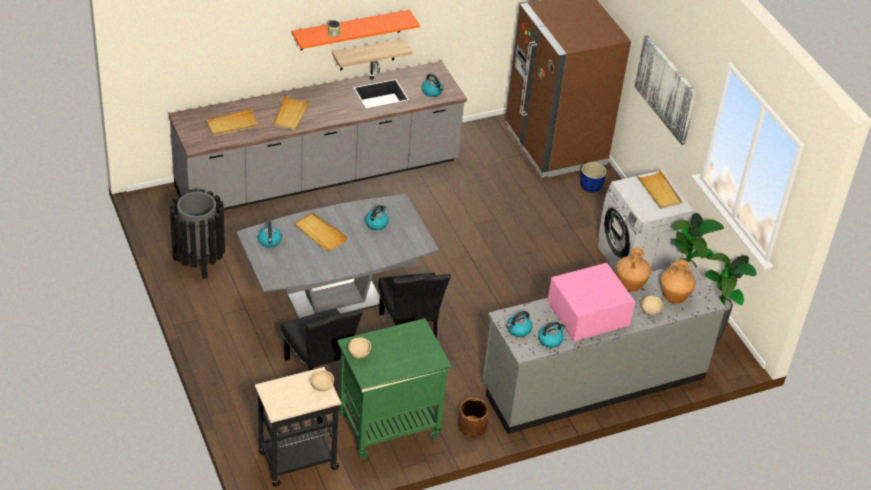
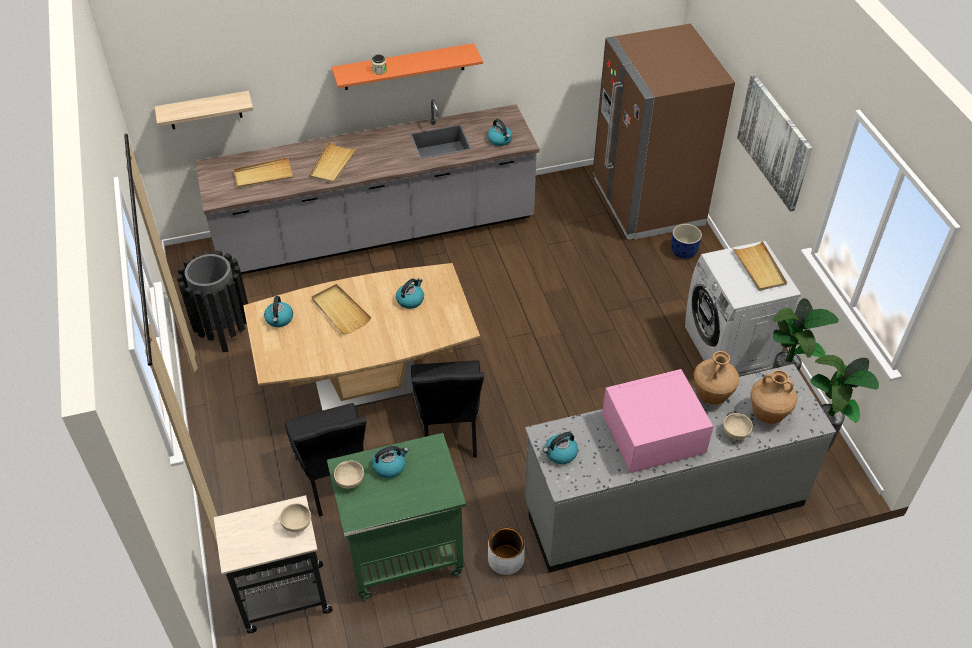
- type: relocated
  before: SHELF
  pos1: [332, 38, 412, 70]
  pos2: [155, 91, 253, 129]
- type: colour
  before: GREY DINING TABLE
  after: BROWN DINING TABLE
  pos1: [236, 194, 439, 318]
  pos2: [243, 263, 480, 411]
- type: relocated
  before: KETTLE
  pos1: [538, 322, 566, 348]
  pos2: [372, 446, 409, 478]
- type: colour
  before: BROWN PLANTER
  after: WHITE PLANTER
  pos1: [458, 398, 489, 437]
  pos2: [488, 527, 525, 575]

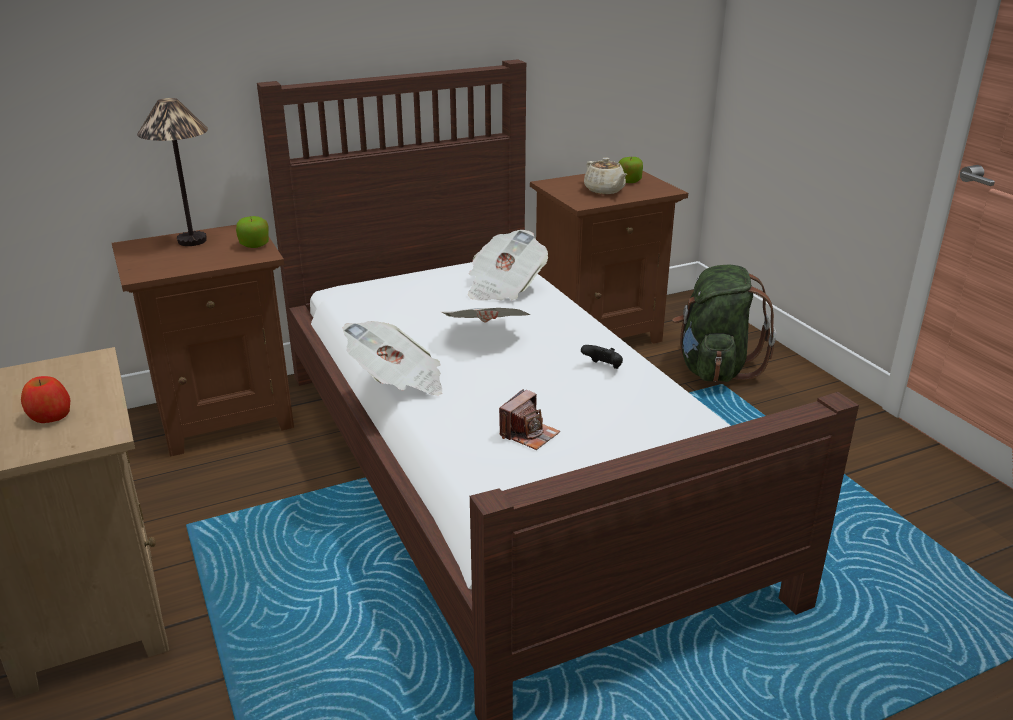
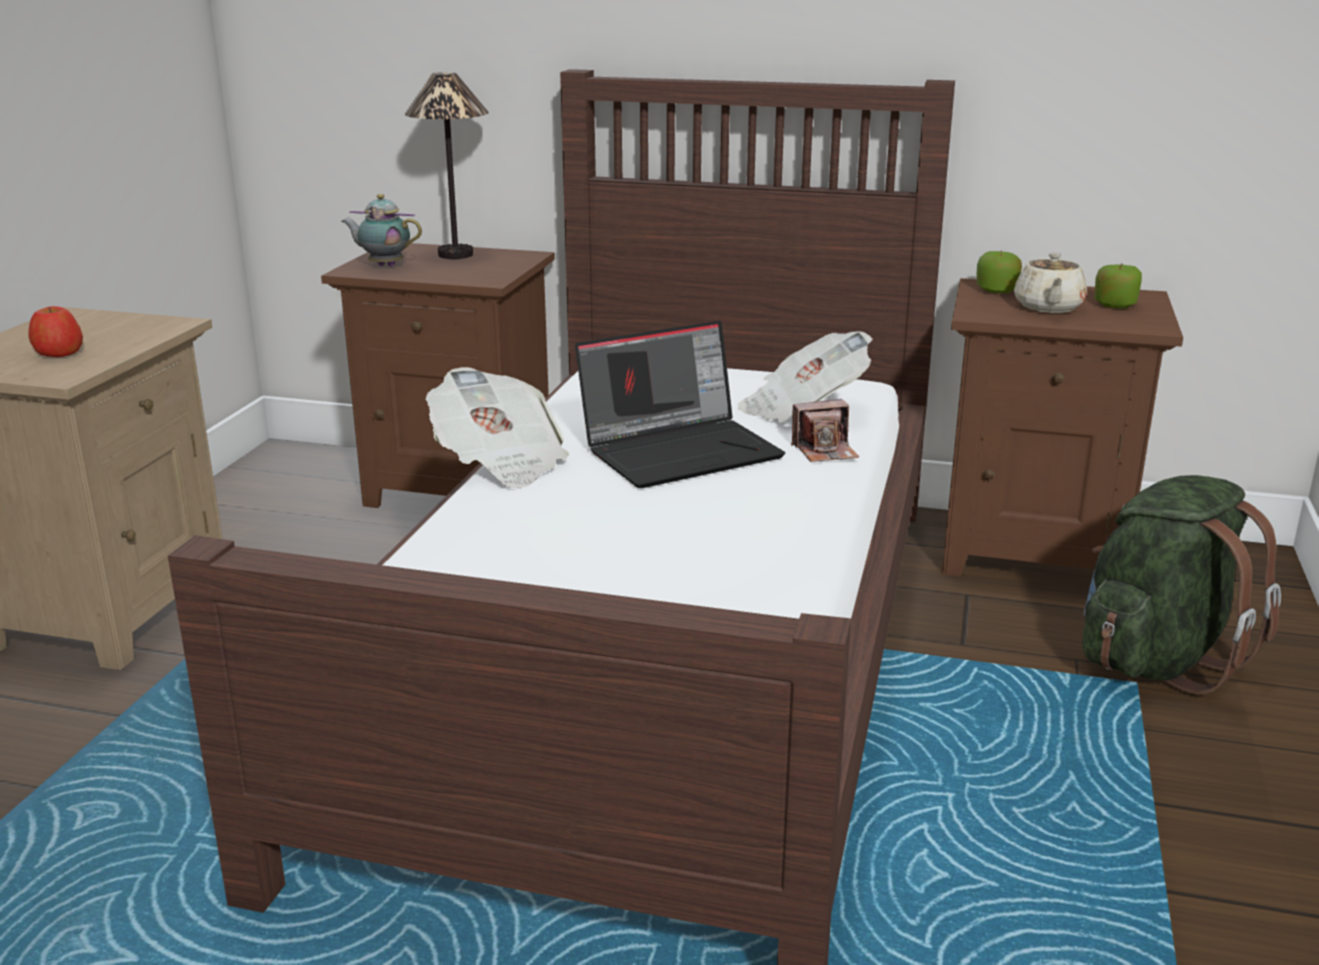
- type: relocated
  before: APPLE
  pos1: [236, 216, 269, 248]
  pos2: [977, 250, 1022, 293]
- type: exchanged
  before: NEWSPAPER
  after: LAPTOP
  pos1: [443, 308, 530, 323]
  pos2: [575, 321, 785, 488]
- type: missing
  before: BLACK GAME CONTROLLER
  pos1: [581, 345, 623, 369]
- type: relocated
  before: PHOTO CAMERA
  pos1: [499, 389, 560, 450]
  pos2: [791, 399, 859, 462]
- type: appeared
  after: TEAPOT
  pos2: [342, 194, 422, 267]

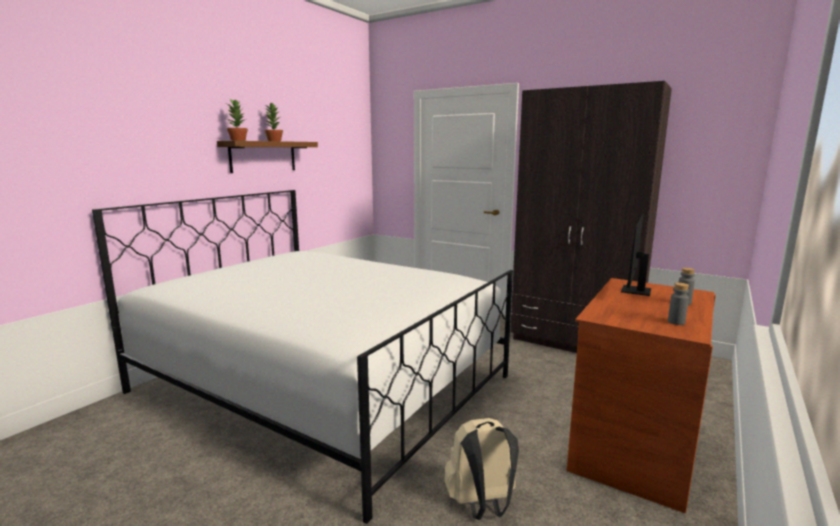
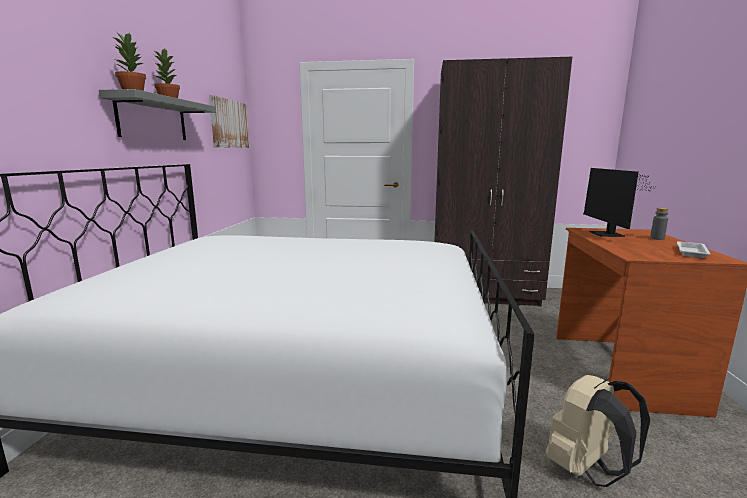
- type: colour
  before: BROWN SHELF
  after: GREY SHELF
  pos1: [217, 141, 318, 173]
  pos2: [99, 89, 216, 140]
- type: exchanged
  before: GREY BOTTLE
  after: WHITE TRAY
  pos1: [668, 283, 689, 325]
  pos2: [677, 241, 711, 258]
- type: appeared
  after: PICTURE
  pos2: [209, 95, 250, 148]

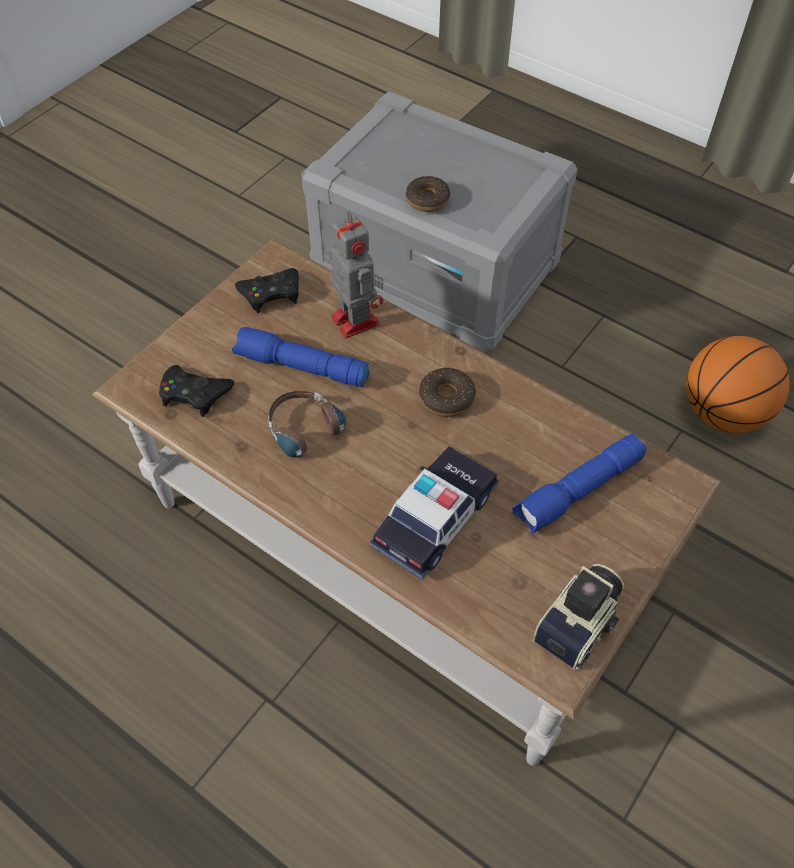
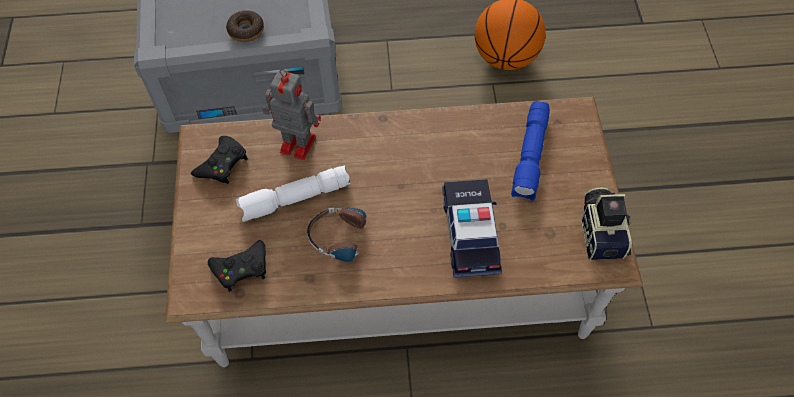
- type: colour
  before: BLUE FLASHLIGHT
  after: WHITE FLASHLIGHT
  pos1: [232, 327, 370, 387]
  pos2: [236, 165, 350, 222]
- type: missing
  before: DONUT
  pos1: [419, 368, 476, 417]

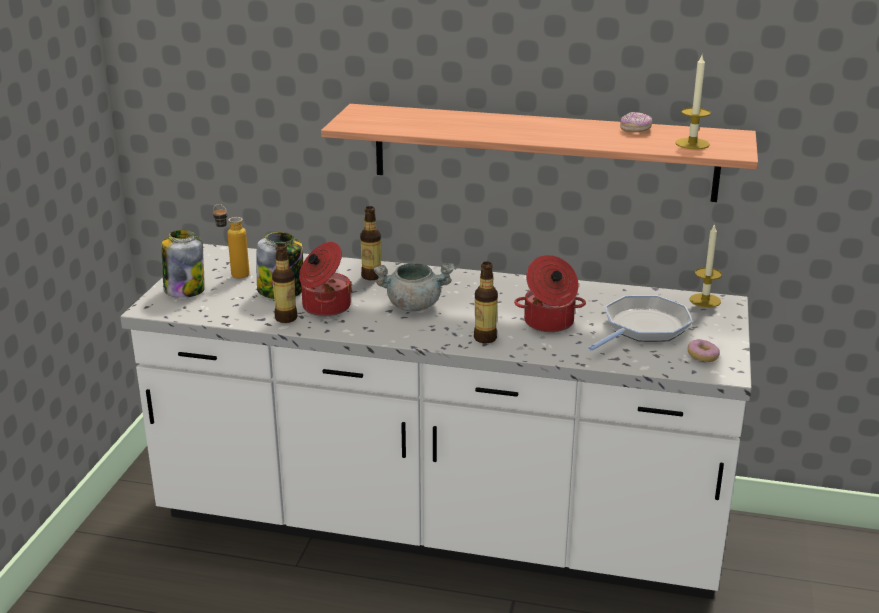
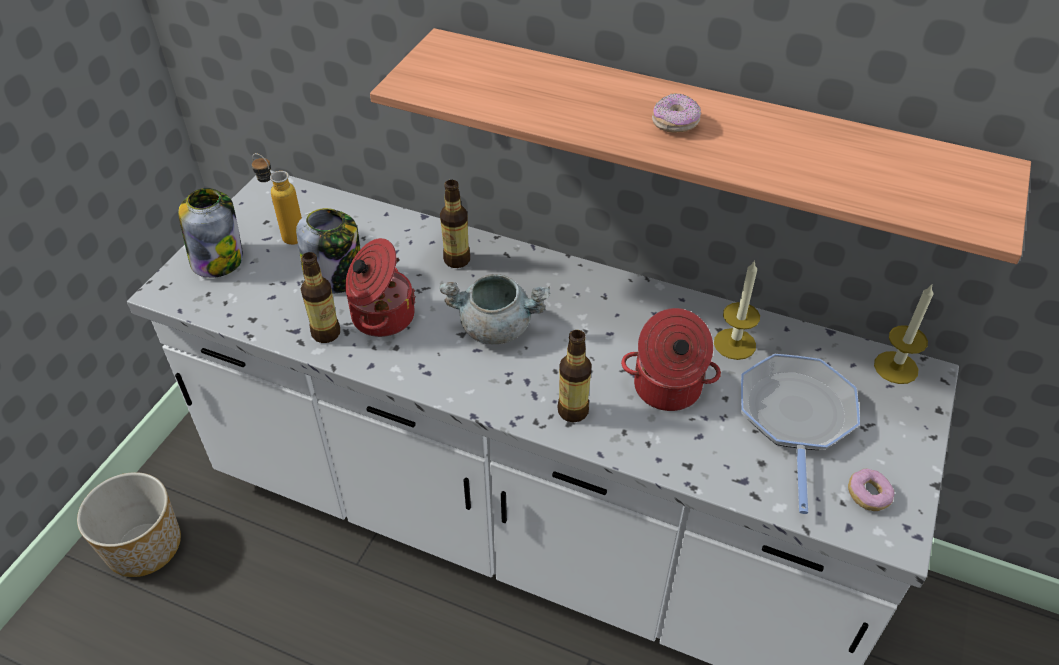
- type: relocated
  before: CANDLE
  pos1: [675, 55, 711, 149]
  pos2: [714, 260, 760, 360]
- type: relocated
  before: DONUT
  pos1: [620, 112, 652, 132]
  pos2: [652, 93, 701, 133]
- type: spun
  before: FRYING PAN
  pos1: [588, 295, 693, 351]
  pos2: [741, 354, 860, 514]
  turn: -45
- type: appeared
  after: PLANTER
  pos2: [77, 472, 181, 577]

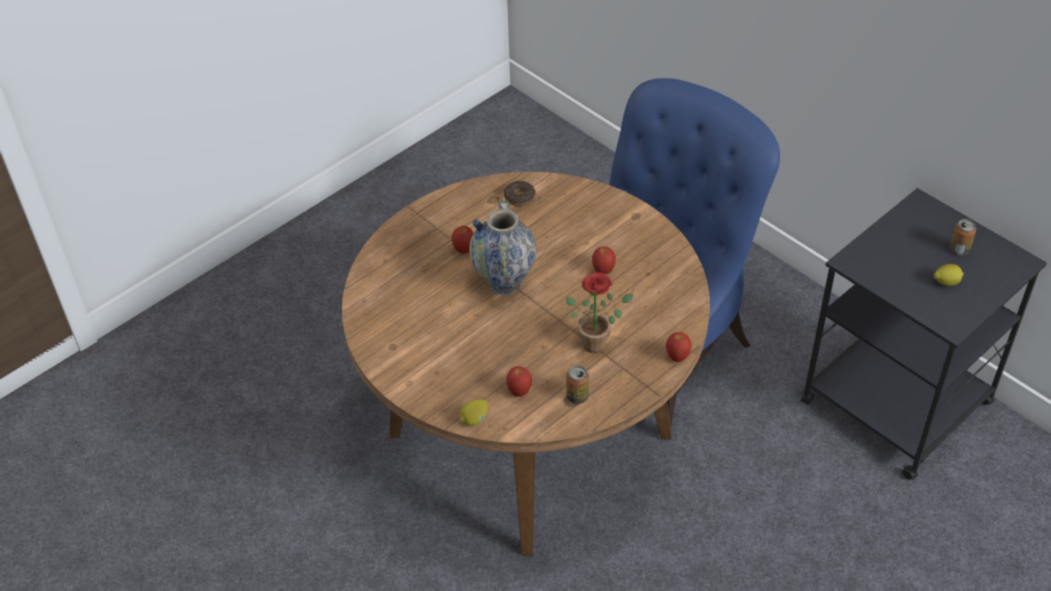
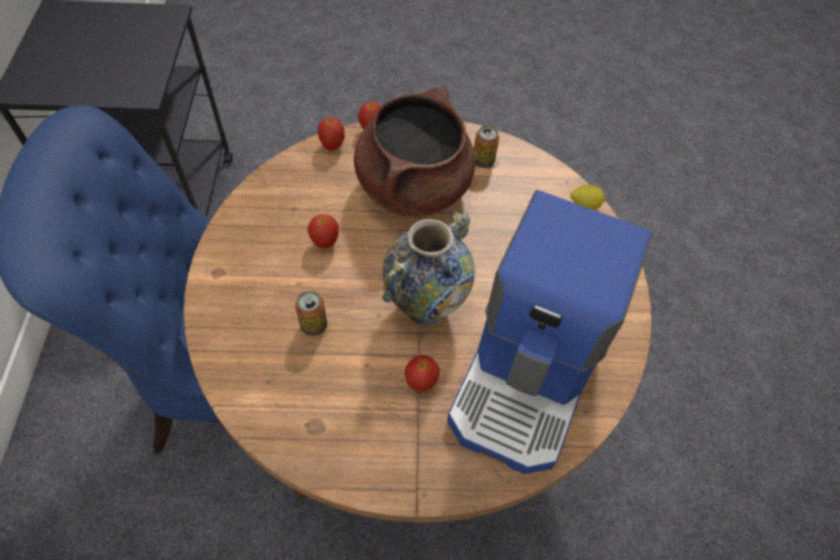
- type: missing
  before: DONUT
  pos1: [504, 181, 536, 206]
- type: relocated
  before: CAN
  pos1: [949, 219, 976, 255]
  pos2: [295, 291, 327, 336]
- type: missing
  before: LEMON
  pos1: [934, 264, 964, 286]
- type: exchanged
  before: POTTED PLANT
  after: BROWN COOKING POT
  pos1: [566, 272, 634, 353]
  pos2: [354, 86, 475, 217]
- type: relocated
  before: APPLE
  pos1: [506, 366, 532, 397]
  pos2: [317, 117, 345, 150]
- type: appeared
  after: COFFEE MACHINE
  pos2: [447, 190, 653, 474]

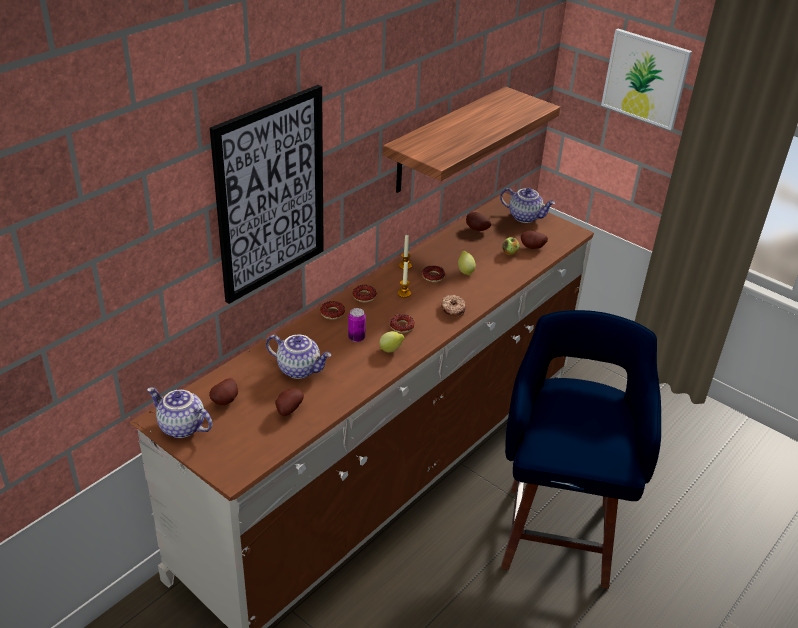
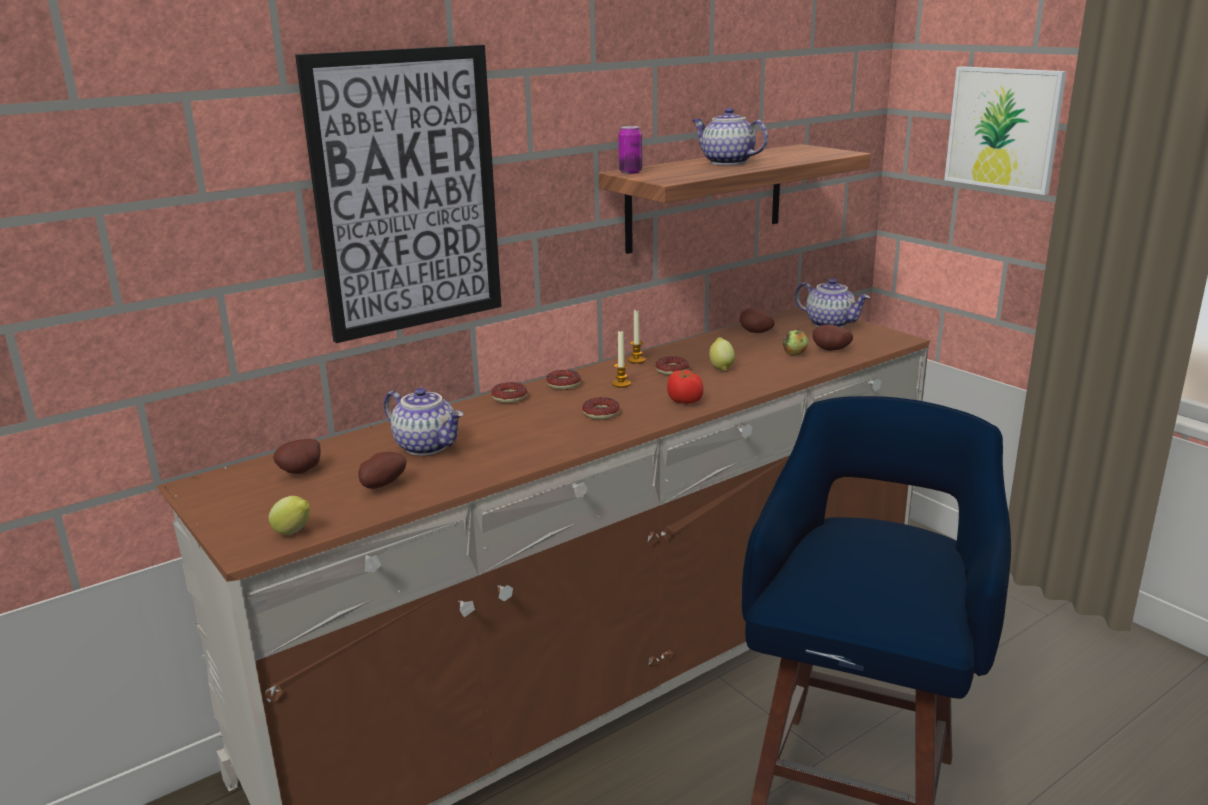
- type: exchanged
  before: DONUT
  after: TOMATO
  pos1: [441, 295, 466, 317]
  pos2: [667, 370, 703, 404]
- type: relocated
  before: CAN
  pos1: [348, 308, 366, 342]
  pos2: [619, 126, 642, 174]
- type: relocated
  before: LEMON
  pos1: [379, 331, 405, 352]
  pos2: [269, 496, 310, 535]
- type: relocated
  before: TEAPOT
  pos1: [147, 387, 213, 438]
  pos2: [692, 108, 768, 165]

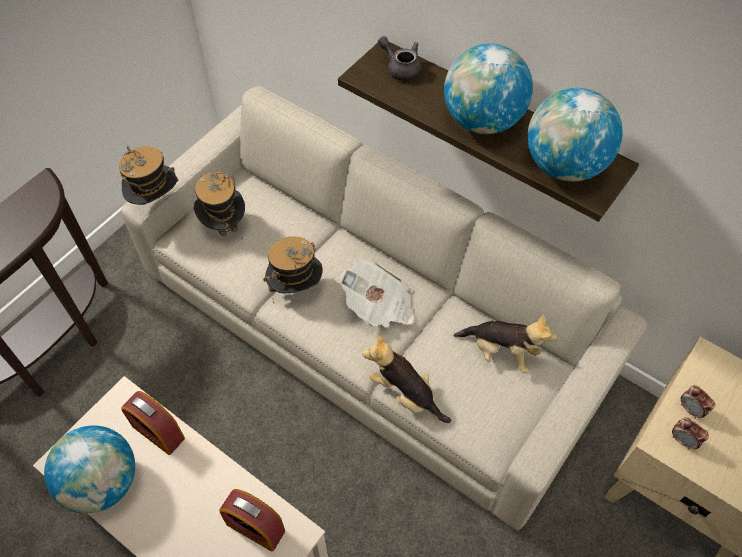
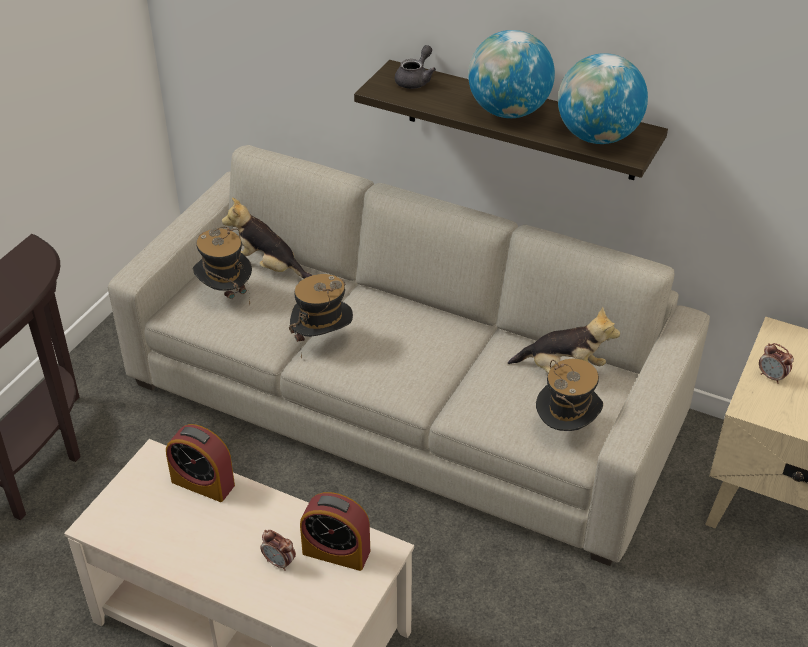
- type: spun
  before: GREY TEAPOT
  pos1: [378, 36, 422, 81]
  pos2: [395, 45, 436, 89]
  turn: 90
- type: relocated
  before: HAT
  pos1: [119, 146, 178, 205]
  pos2: [536, 359, 603, 431]
- type: missing
  before: NEWSPAPER
  pos1: [340, 259, 414, 328]
- type: relocated
  before: PLUSH TOY
  pos1: [362, 335, 451, 423]
  pos2: [222, 198, 312, 279]
- type: relocated
  before: ALARM CLOCK
  pos1: [672, 418, 709, 450]
  pos2: [260, 530, 296, 571]
- type: missing
  before: GLOBE
  pos1: [44, 425, 135, 514]

